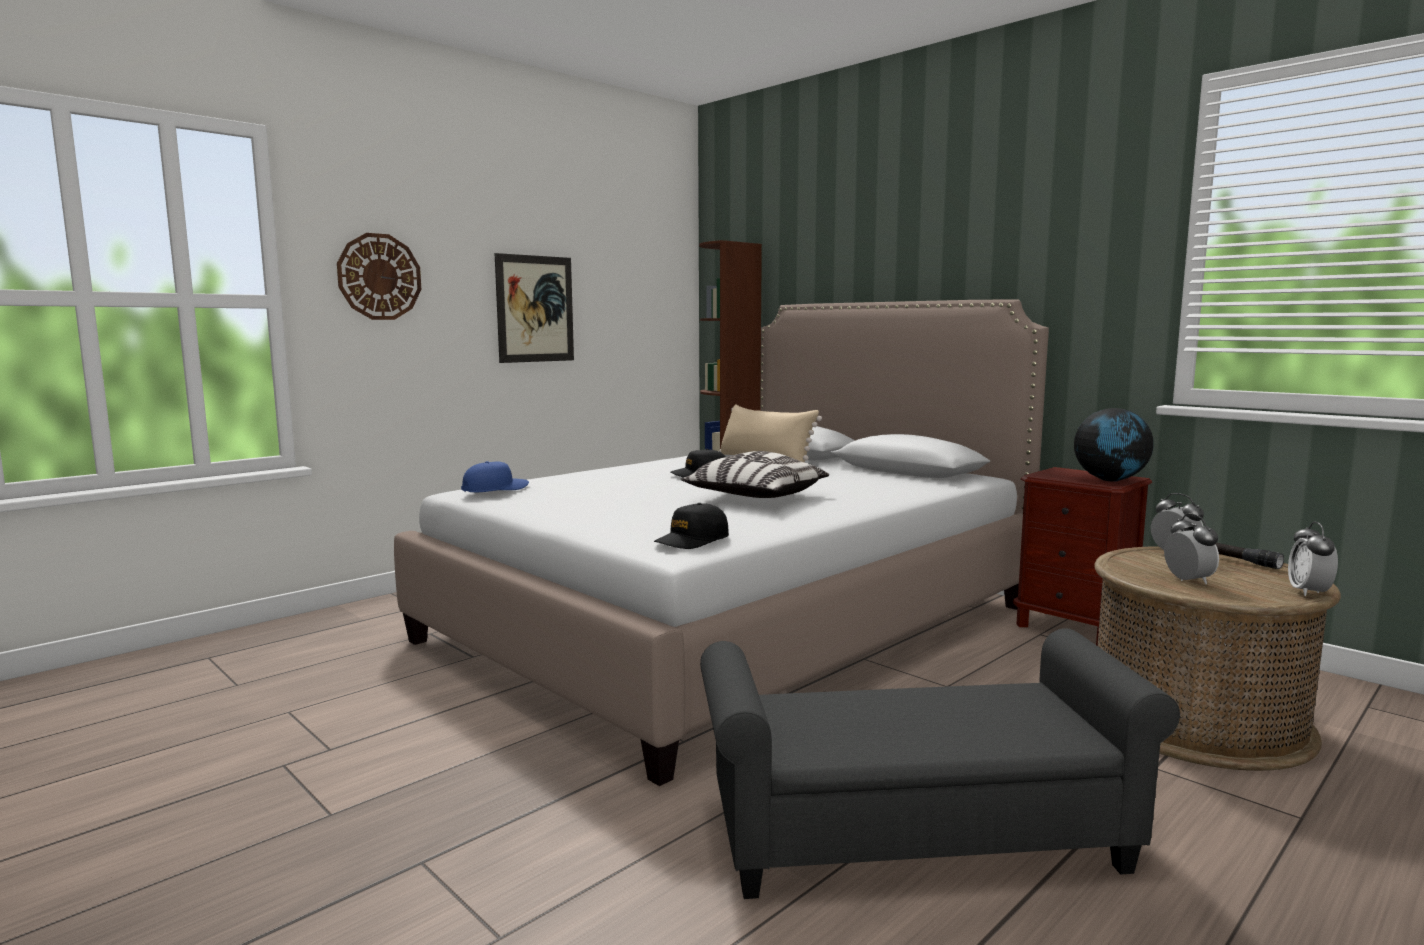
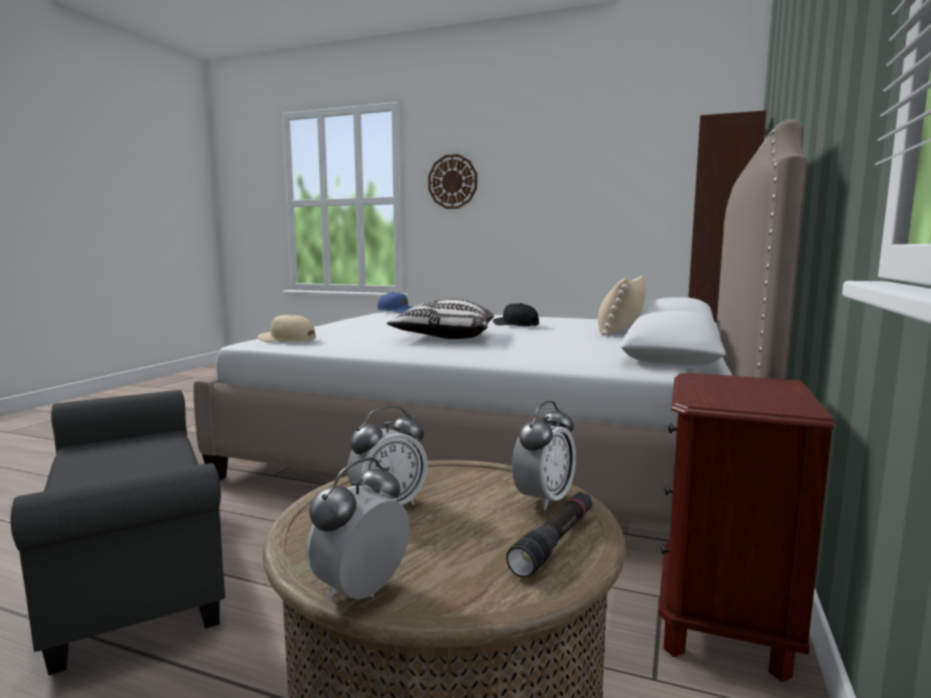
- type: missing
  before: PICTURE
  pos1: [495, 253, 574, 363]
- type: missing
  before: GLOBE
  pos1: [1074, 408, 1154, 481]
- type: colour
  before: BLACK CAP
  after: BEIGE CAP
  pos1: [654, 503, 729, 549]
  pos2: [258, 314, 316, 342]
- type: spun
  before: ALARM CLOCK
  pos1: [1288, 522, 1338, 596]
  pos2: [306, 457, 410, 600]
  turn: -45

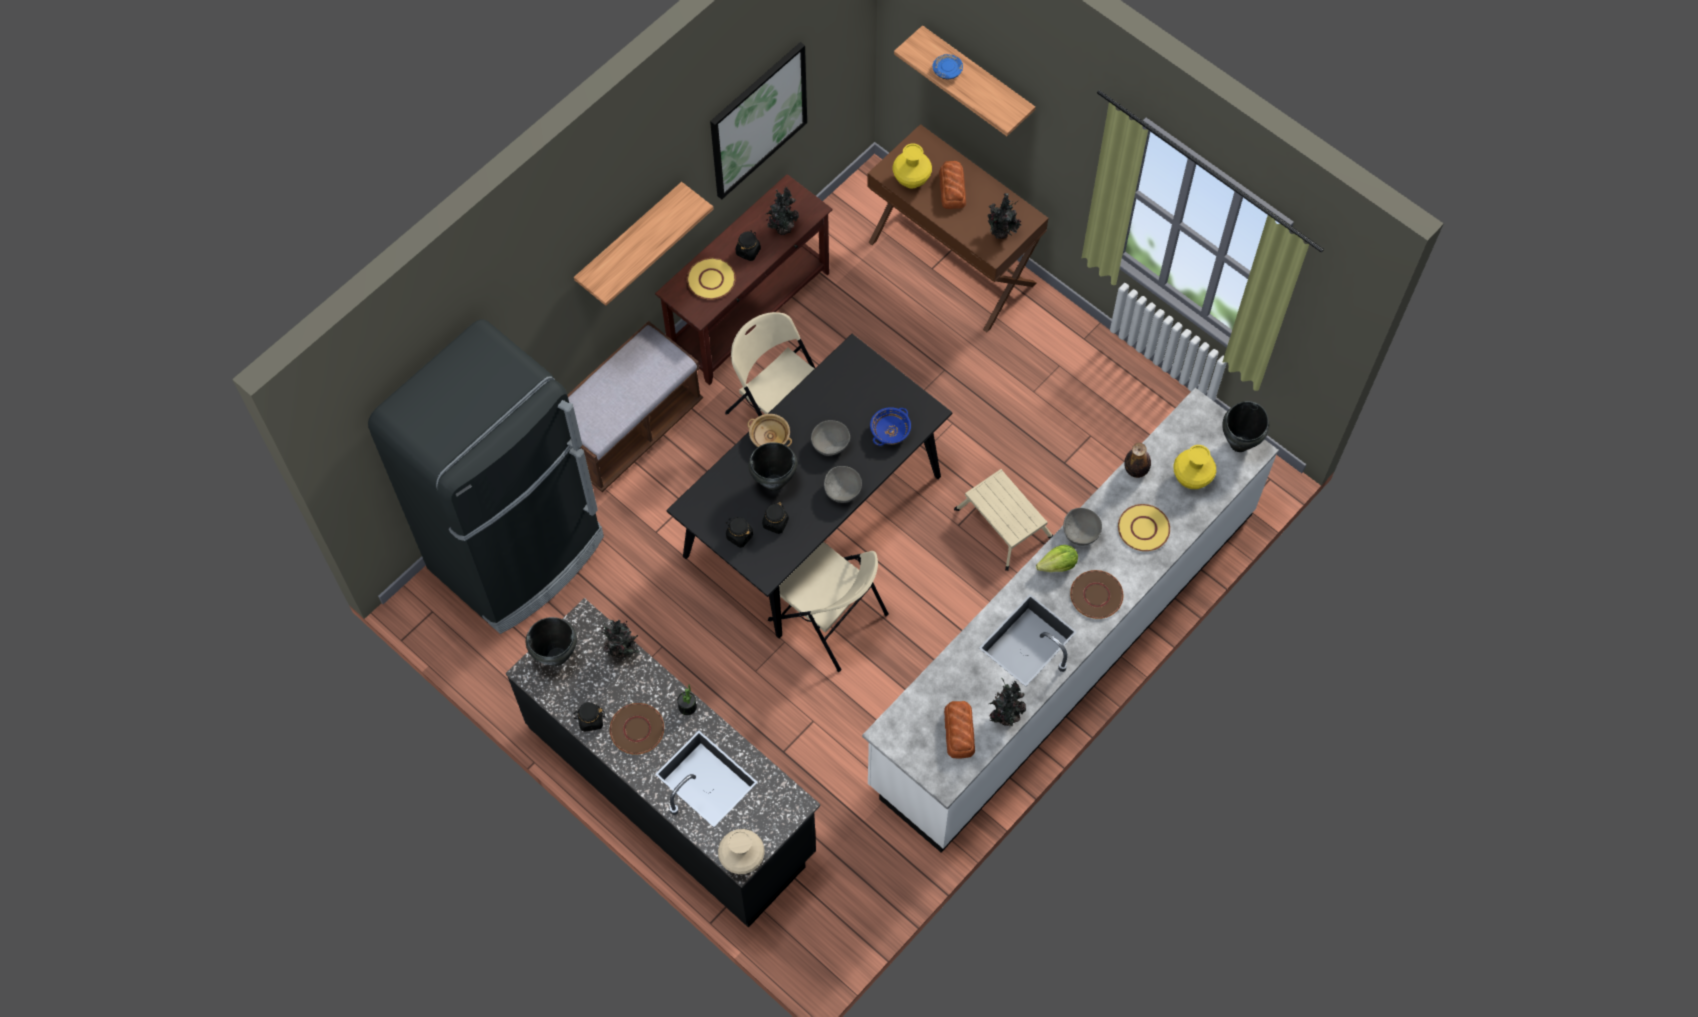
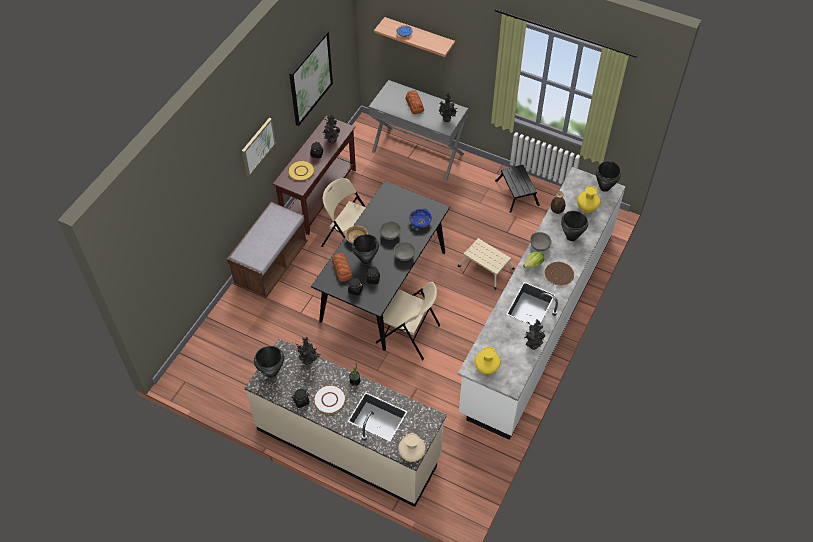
- type: colour
  before: BROWN DESK
  after: GREY DESK
  pos1: [867, 124, 1049, 332]
  pos2: [369, 80, 468, 181]
- type: relocated
  before: YELLOW VASE
  pos1: [893, 144, 932, 188]
  pos2: [475, 346, 501, 375]
- type: exchanged
  before: SHELF
  after: PICTURE
  pos1: [574, 182, 714, 306]
  pos2: [242, 118, 276, 176]
- type: missing
  before: BLACK FRIDGE
  pos1: [368, 319, 604, 634]
- type: exchanged
  before: YELLOW PLATE
  after: BLACK COOKING POT
  pos1: [1118, 504, 1170, 551]
  pos2: [561, 211, 588, 241]
- type: colour
  before: BLACK COUNTER
  after: BEIGE COUNTER
  pos1: [506, 598, 820, 928]
  pos2: [245, 338, 447, 507]
- type: relocated
  before: BREAD
  pos1: [944, 701, 975, 759]
  pos2: [332, 253, 353, 282]
- type: colour
  before: BROWN PLATE
  after: WHITE PLATE
  pos1: [610, 703, 664, 755]
  pos2: [314, 385, 346, 414]
- type: appeared
  after: BLACK STEP LADDER
  pos2: [495, 165, 540, 213]

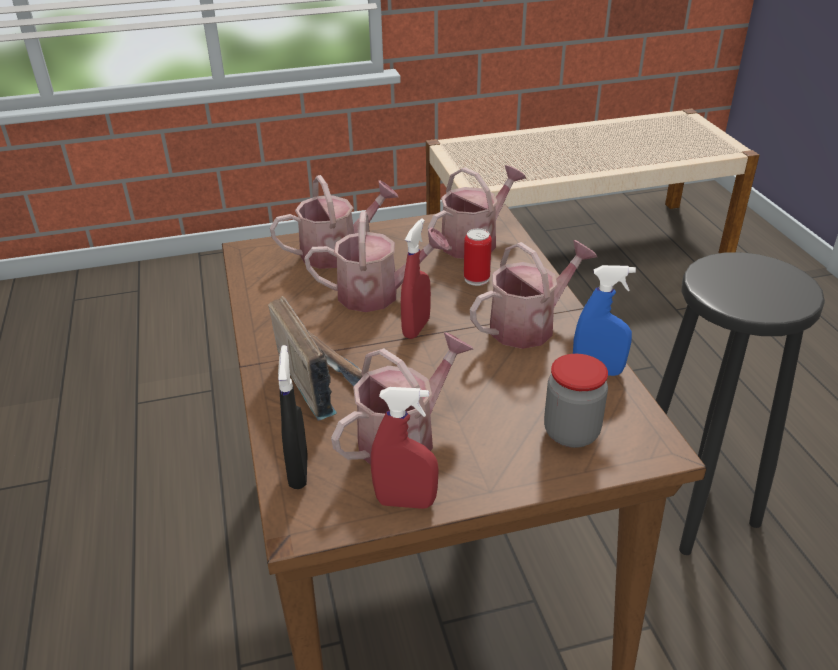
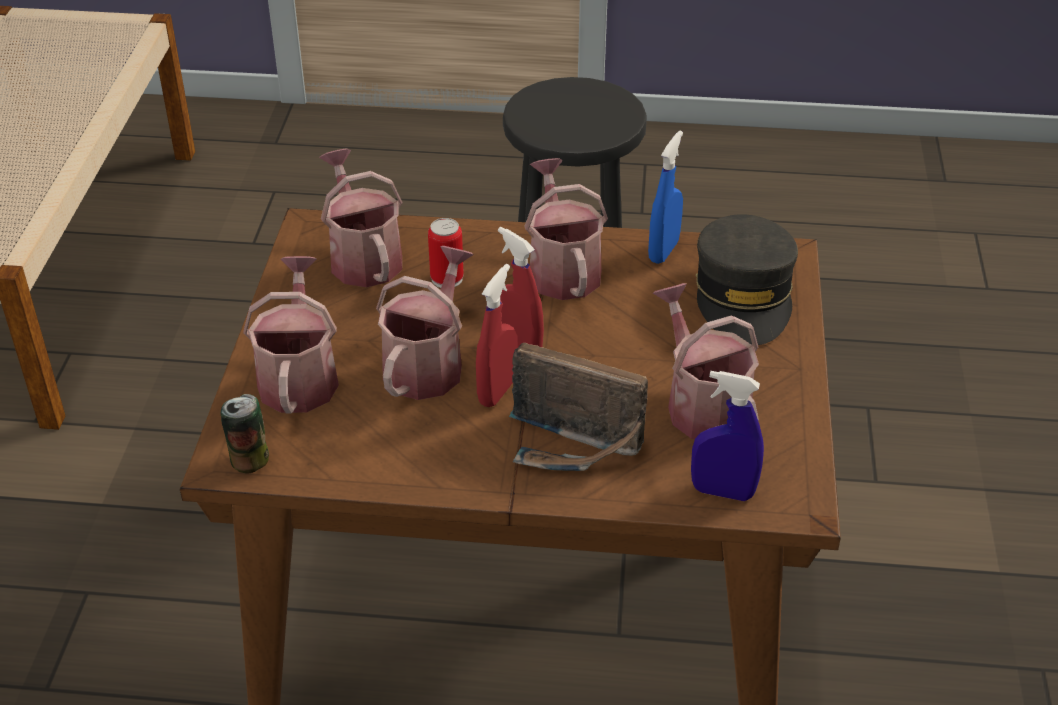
- type: spun
  before: RADIO
  pos1: [268, 296, 363, 421]
  pos2: [509, 343, 648, 471]
  turn: -150
- type: colour
  before: BLACK SPRAY BOTTLE
  after: BLUE SPRAY BOTTLE
  pos1: [278, 345, 307, 489]
  pos2: [691, 371, 764, 501]
- type: exchanged
  before: JAR
  after: GREY CAP
  pos1: [544, 354, 608, 448]
  pos2: [696, 214, 798, 345]
- type: relocated
  before: RED SPRAY BOTTLE
  pos1: [371, 387, 439, 509]
  pos2: [476, 264, 518, 407]
- type: appeared
  after: CAN
  pos2: [221, 394, 269, 473]

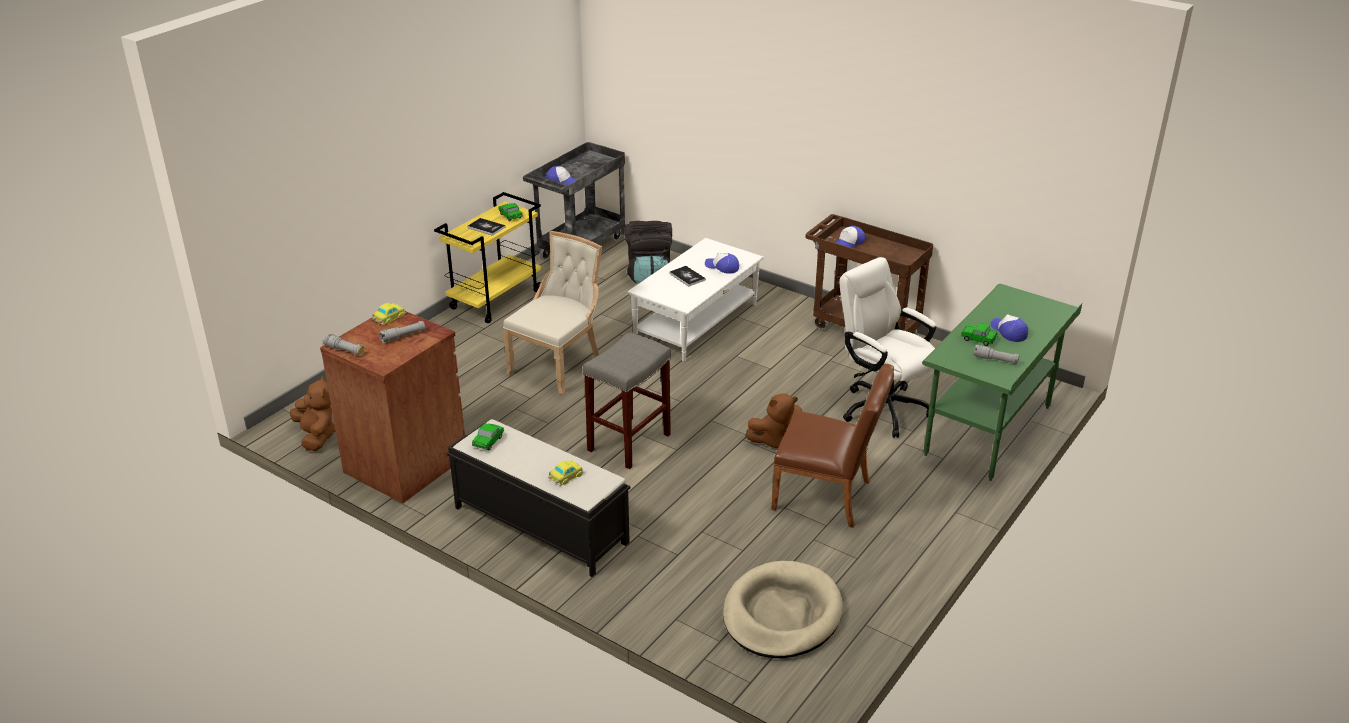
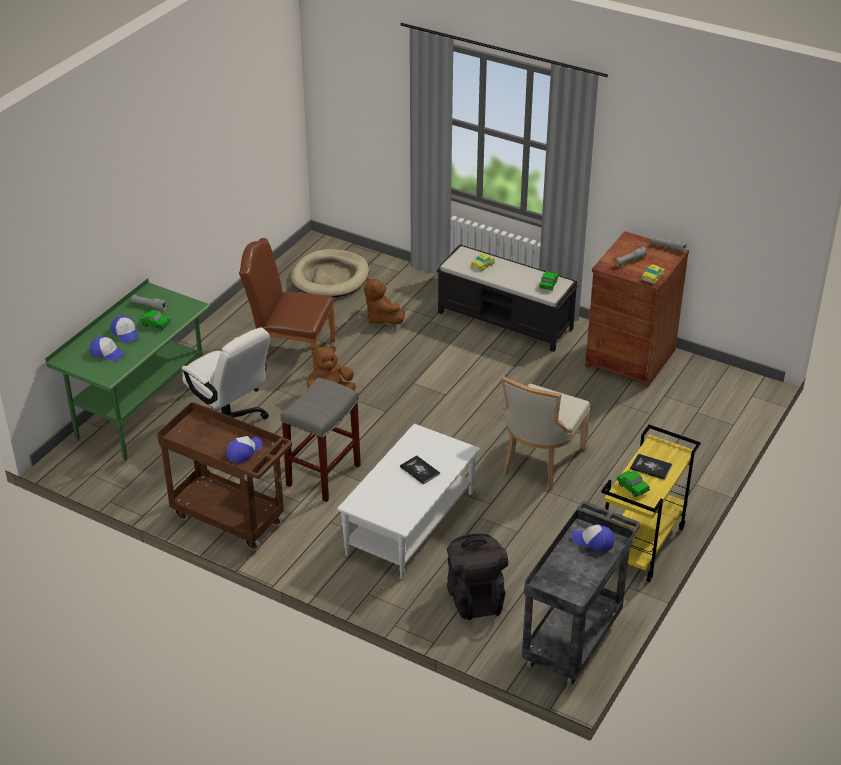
- type: relocated
  before: CAP
  pos1: [705, 253, 739, 274]
  pos2: [90, 336, 125, 361]
- type: relocated
  before: GREY STOOL
  pos1: [583, 332, 671, 469]
  pos2: [280, 377, 361, 502]
- type: relocated
  before: BROWN PLUSH TOY
  pos1: [290, 376, 336, 451]
  pos2: [364, 277, 405, 324]

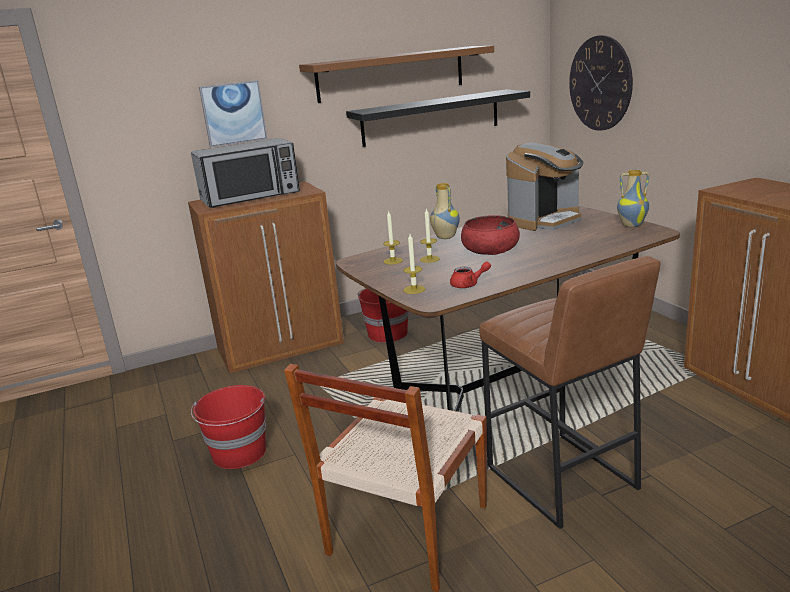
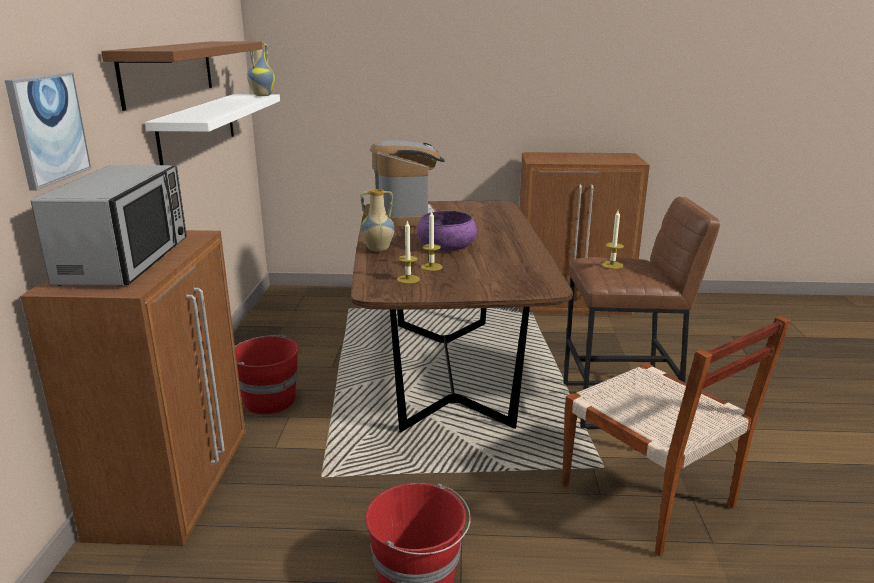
- type: missing
  before: WALL CLOCK
  pos1: [569, 35, 633, 131]
- type: colour
  before: BLACK SHELF
  after: WHITE SHELF
  pos1: [346, 89, 530, 147]
  pos2: [145, 94, 280, 165]
- type: relocated
  before: VASE
  pos1: [617, 170, 649, 227]
  pos2: [247, 42, 275, 96]
- type: colour
  before: RED BOWL
  after: PURPLE BOWL
  pos1: [461, 215, 520, 255]
  pos2: [417, 211, 477, 251]
- type: relocated
  before: CANDLE
  pos1: [403, 234, 425, 294]
  pos2: [602, 210, 624, 269]
- type: missing
  before: RED TEAPOT
  pos1: [450, 261, 491, 288]

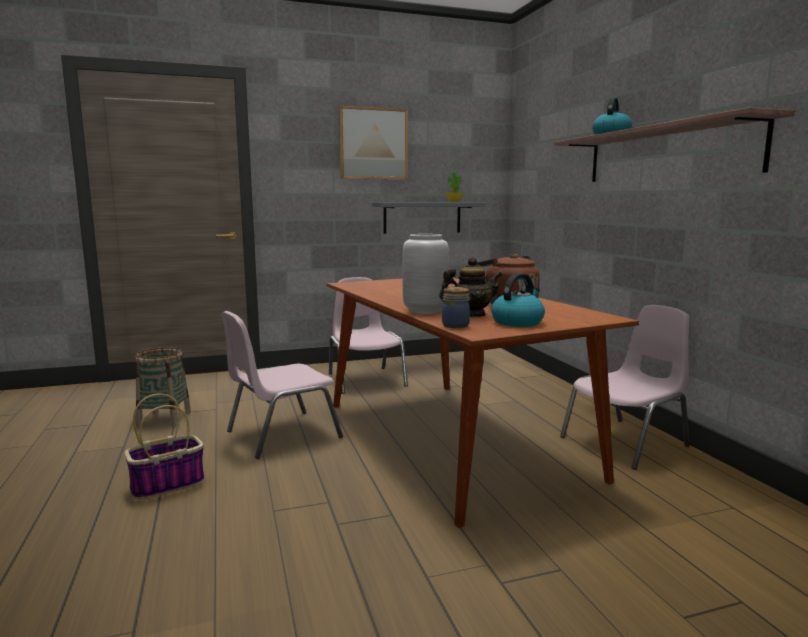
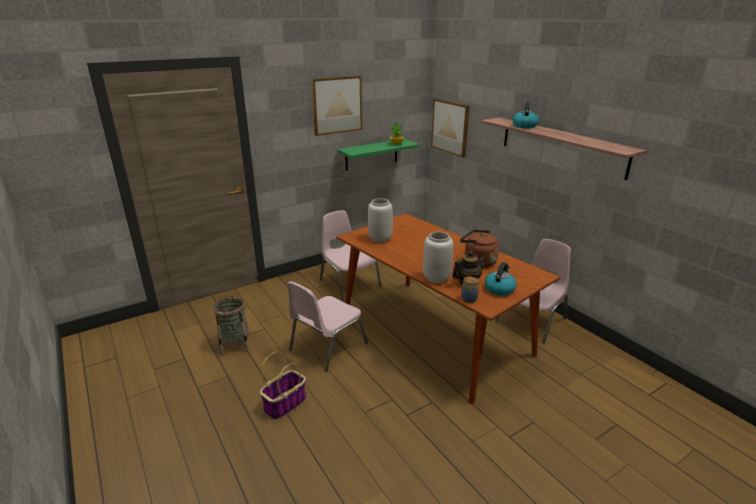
- type: colour
  before: GREY SHELF
  after: GREEN SHELF
  pos1: [372, 202, 486, 234]
  pos2: [337, 139, 419, 171]
- type: appeared
  after: PICTURE
  pos2: [431, 98, 470, 158]
- type: appeared
  after: GREY VASE
  pos2: [368, 198, 393, 242]

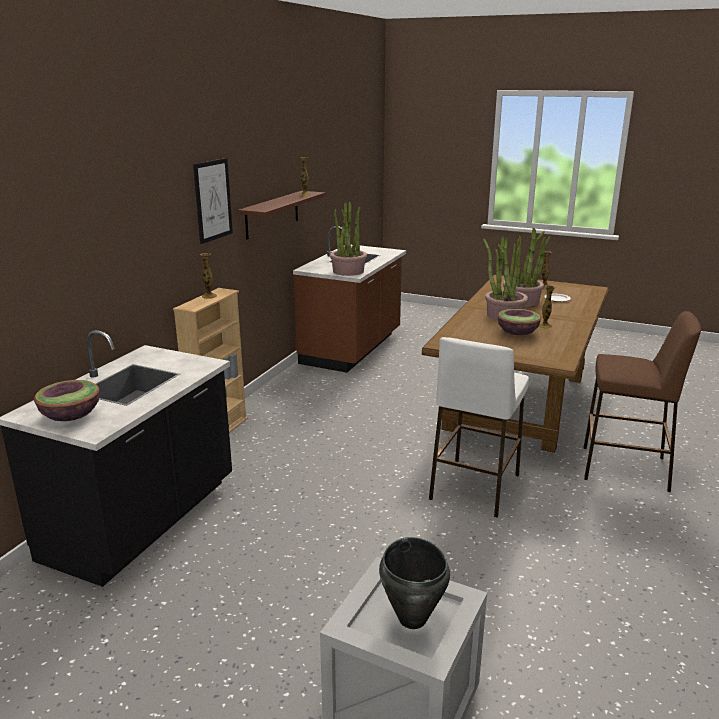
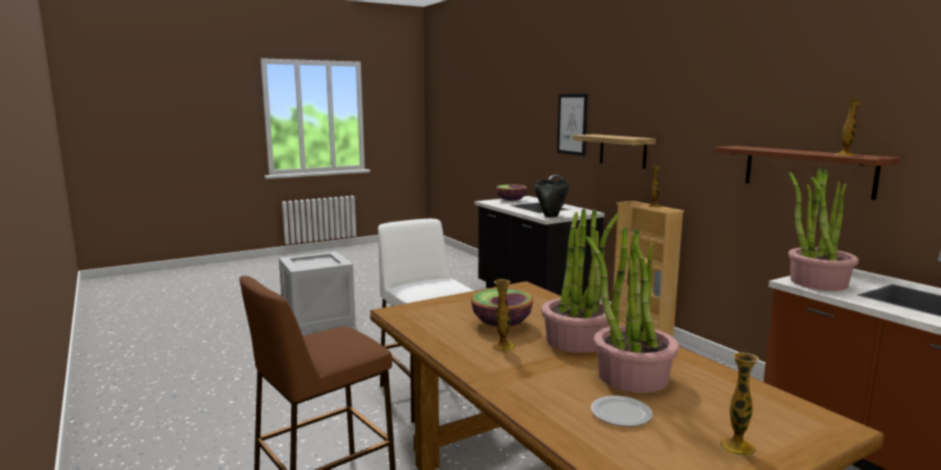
- type: relocated
  before: PICTURE
  pos1: [193, 158, 233, 244]
  pos2: [557, 94, 588, 156]
- type: relocated
  before: BLACK COOKING POT
  pos1: [379, 537, 450, 629]
  pos2: [535, 180, 569, 217]
- type: appeared
  after: SHELF
  pos2: [572, 134, 656, 169]

